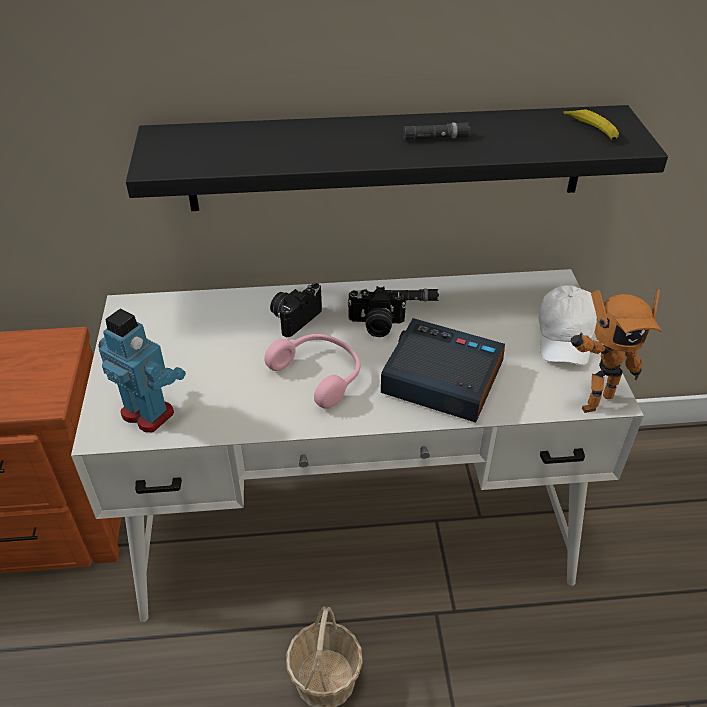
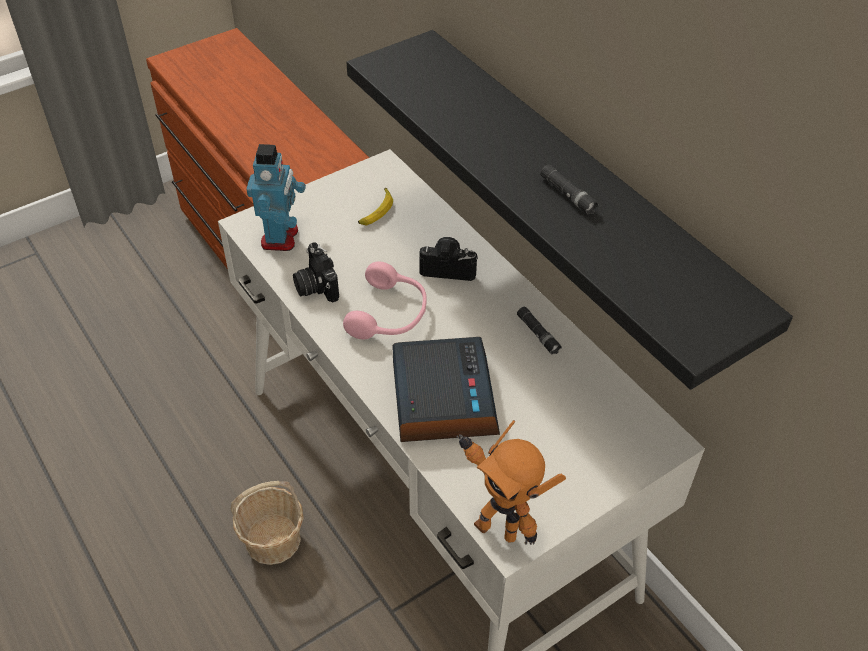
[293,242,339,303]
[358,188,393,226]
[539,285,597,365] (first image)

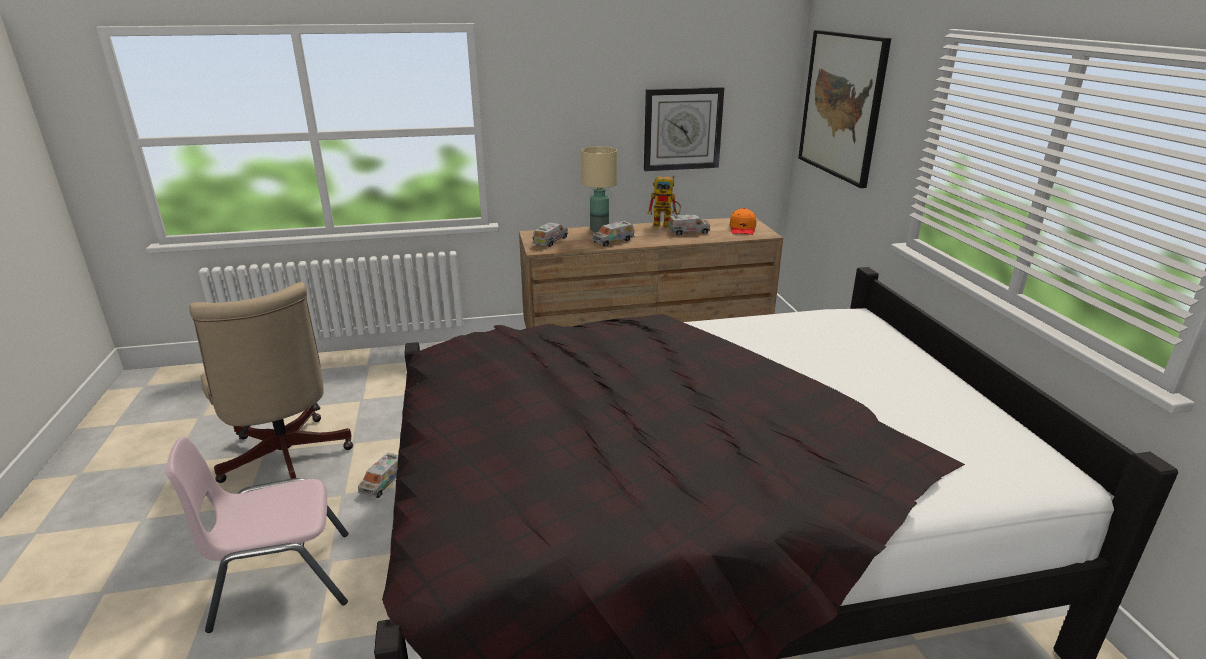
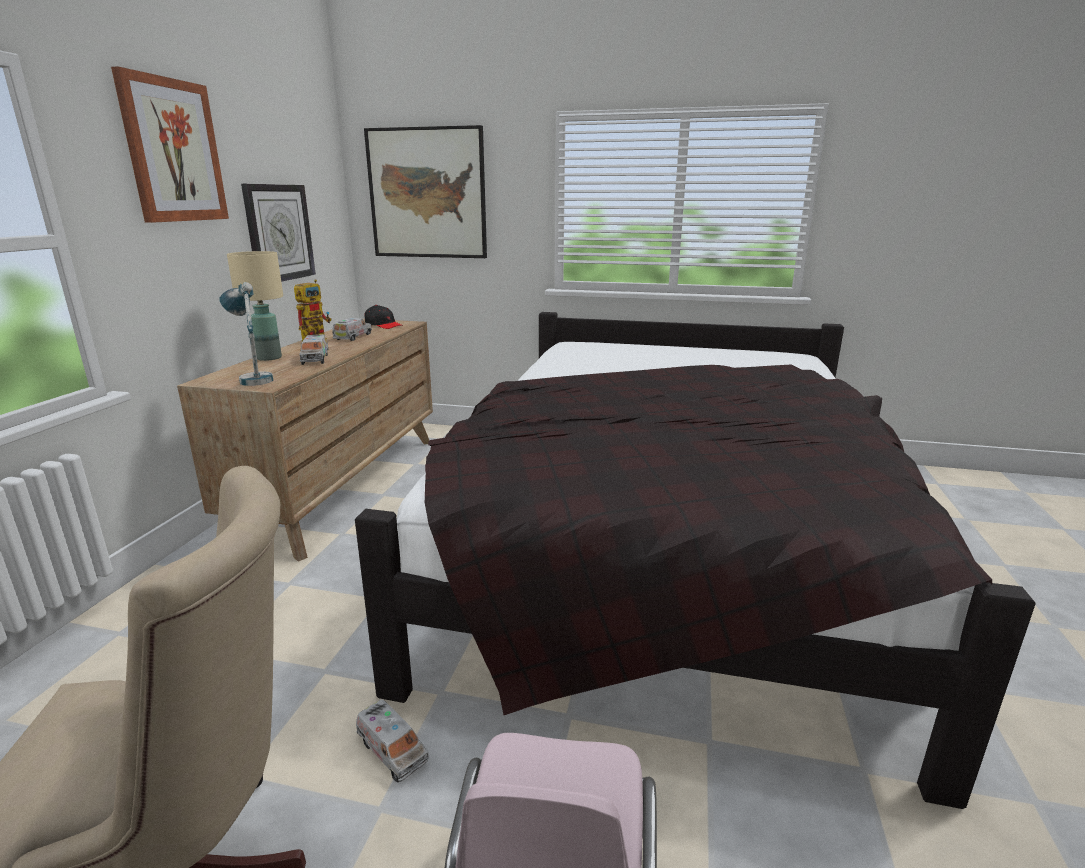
[111,66,229,223]
[219,282,273,386]
[365,305,403,329]

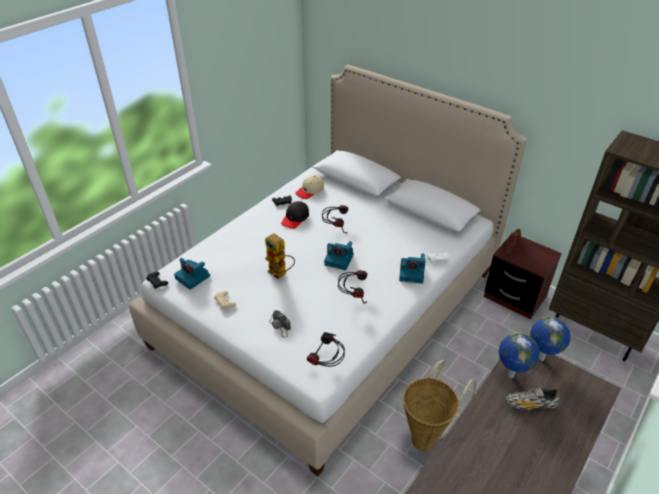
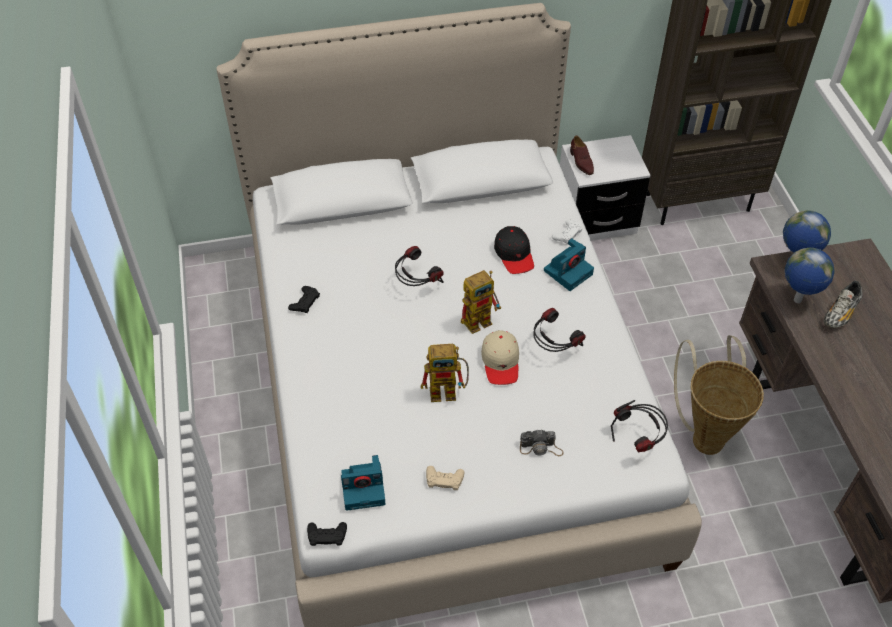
[461,270,502,334]
[481,330,519,385]
[494,226,534,274]
[560,135,650,241]

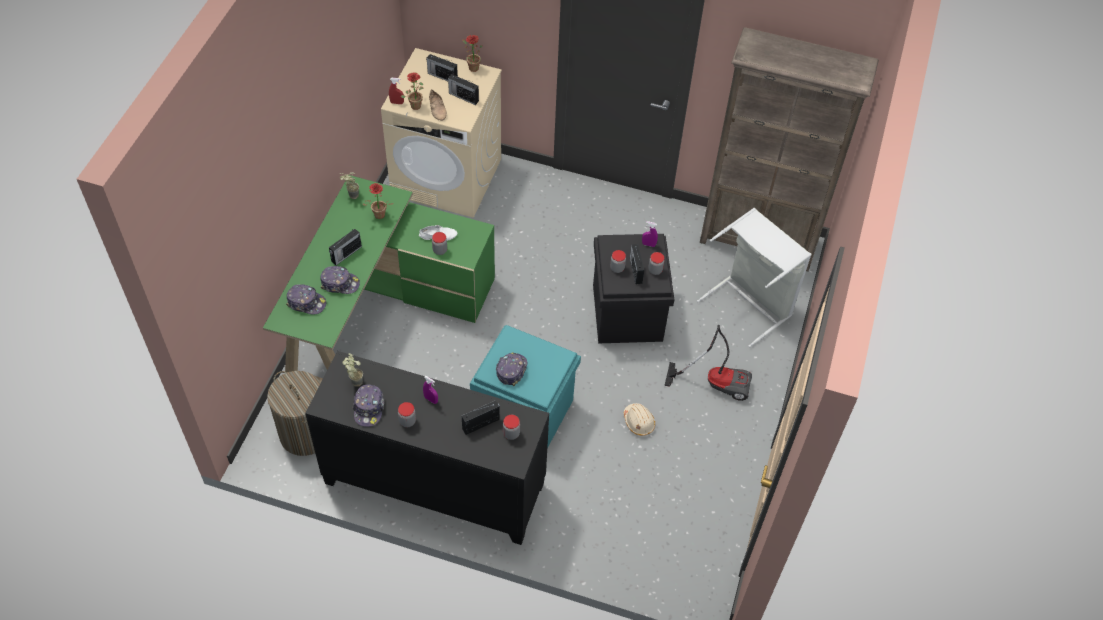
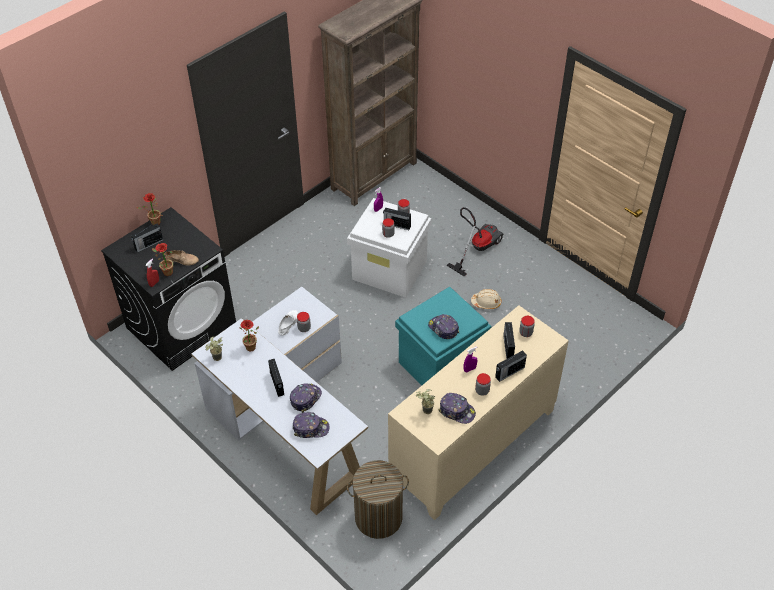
[101,207,236,371]
[191,287,368,515]
[293,412,329,438]
[347,198,432,298]
[388,305,569,520]
[495,350,527,382]
[697,208,812,348] (first image)

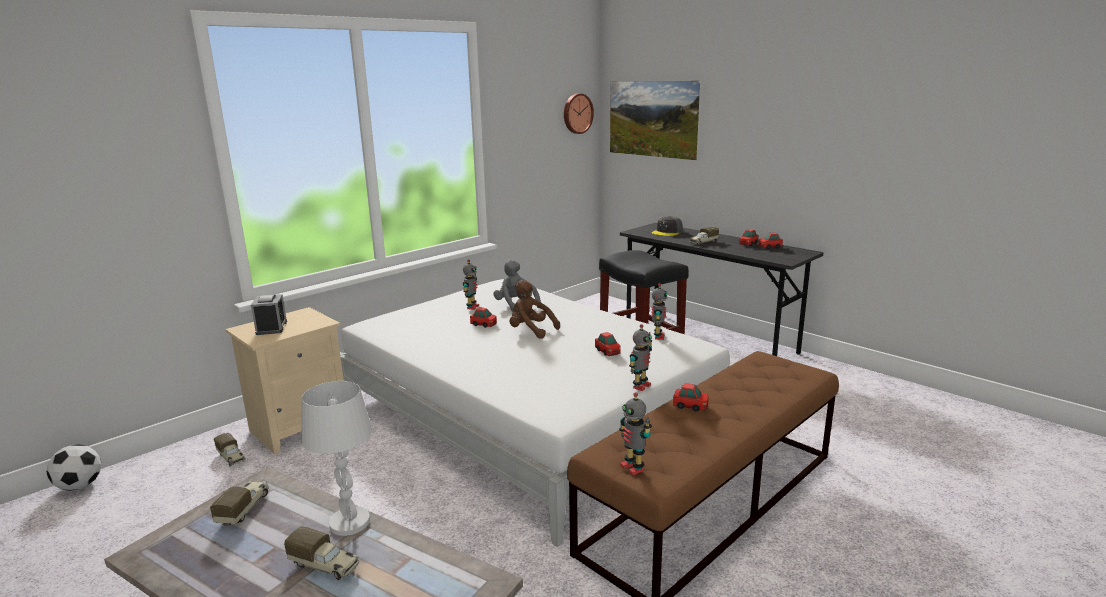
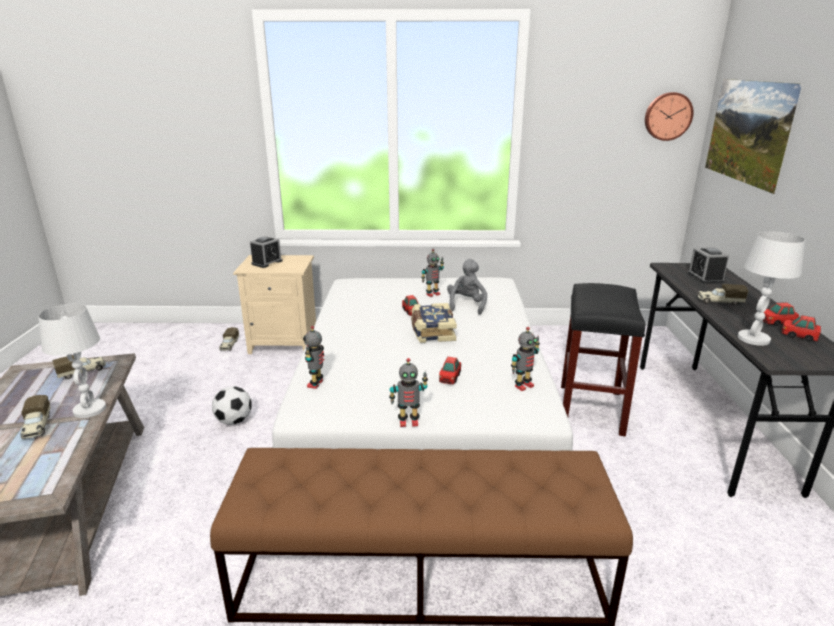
[212,386,252,425]
[303,326,325,389]
[411,303,457,343]
[688,248,729,284]
[738,231,805,346]
[673,383,709,411] (first image)

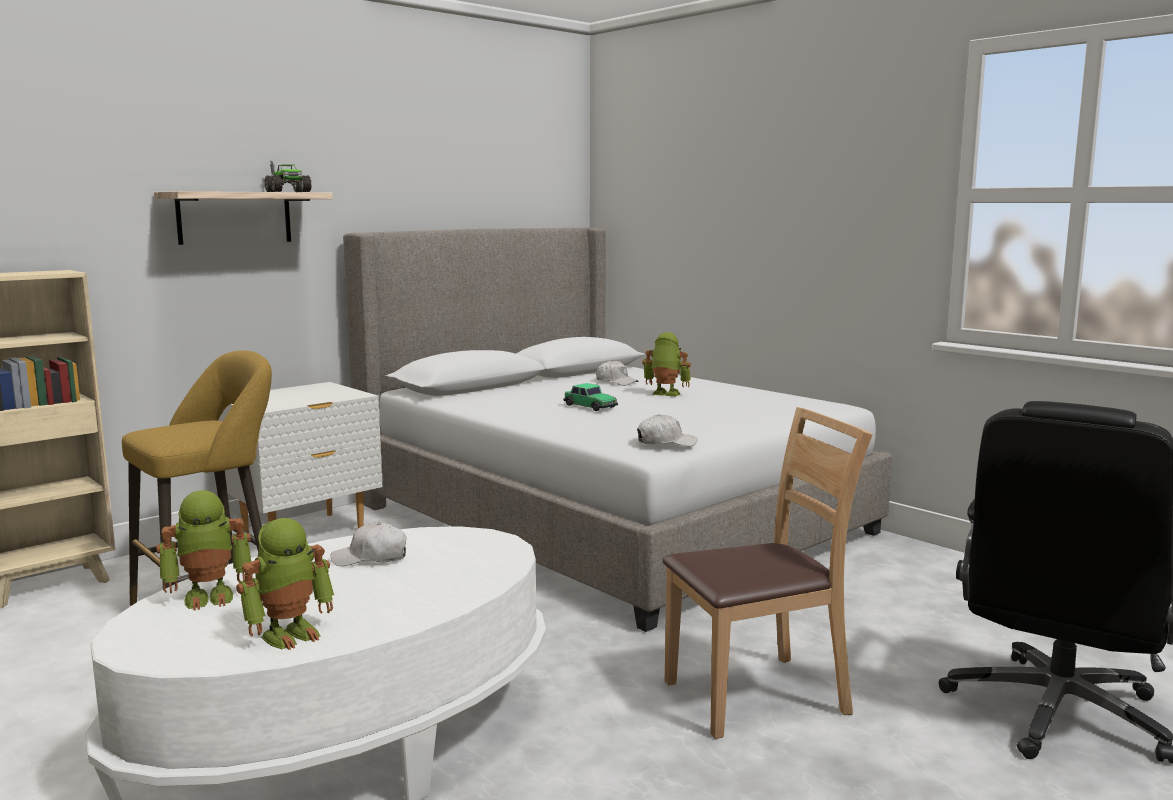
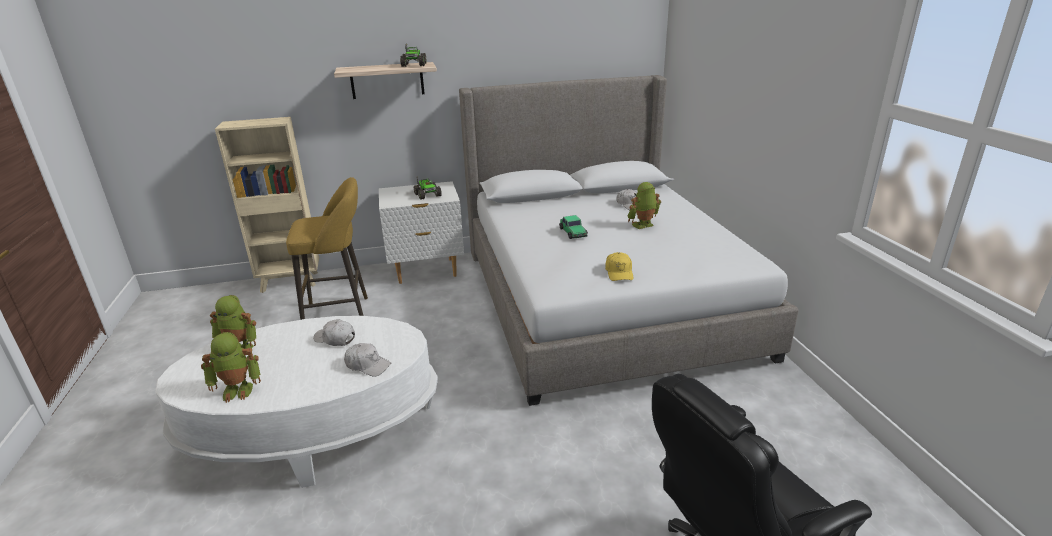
[344,343,392,377]
[414,176,442,200]
[605,252,633,281]
[628,182,661,229]
[662,407,873,739] (first image)

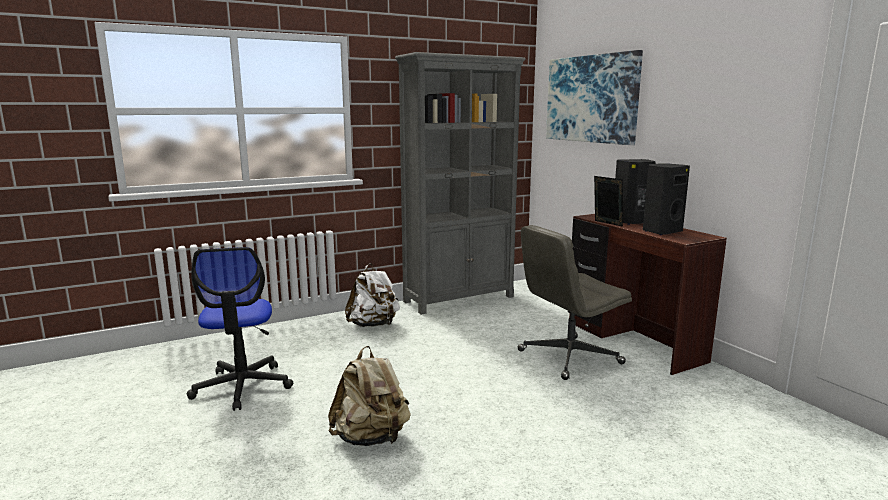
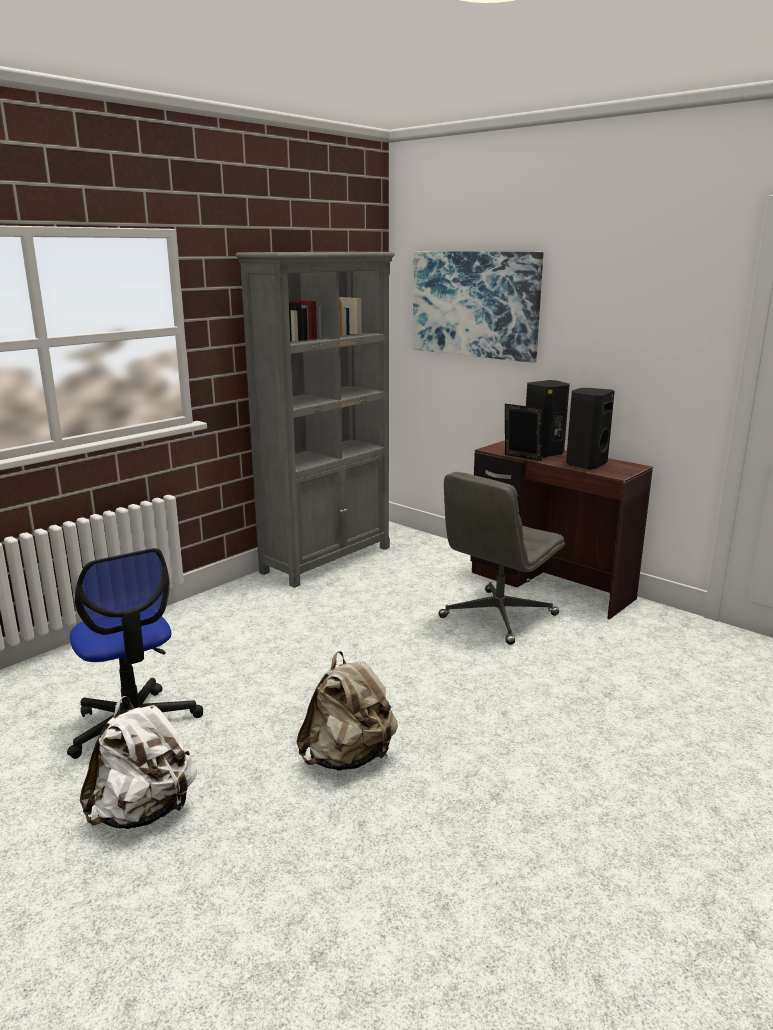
[80,696,197,829]

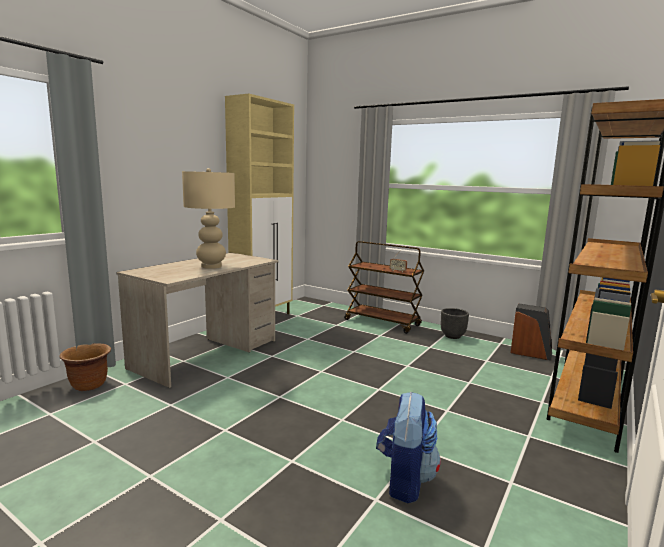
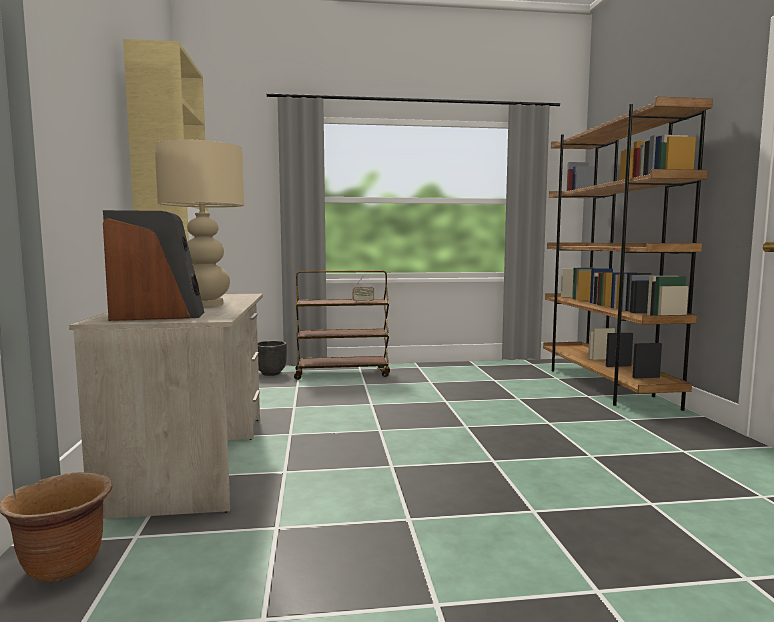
[103,210,205,321]
[258,341,287,376]
[376,391,441,503] (first image)

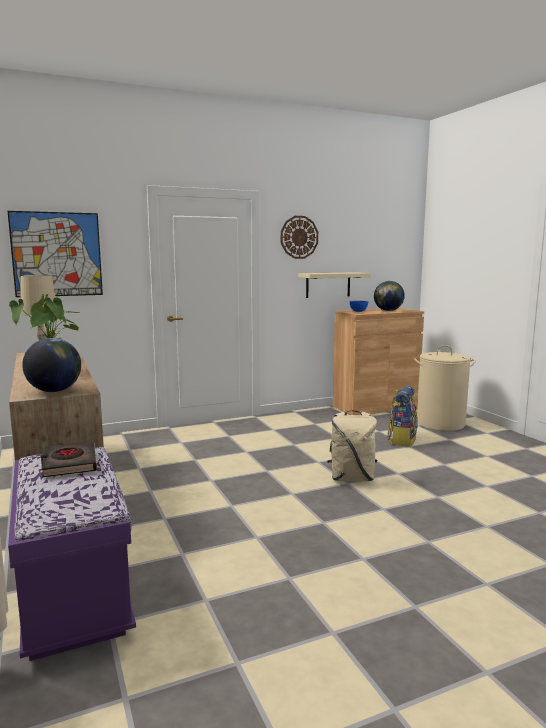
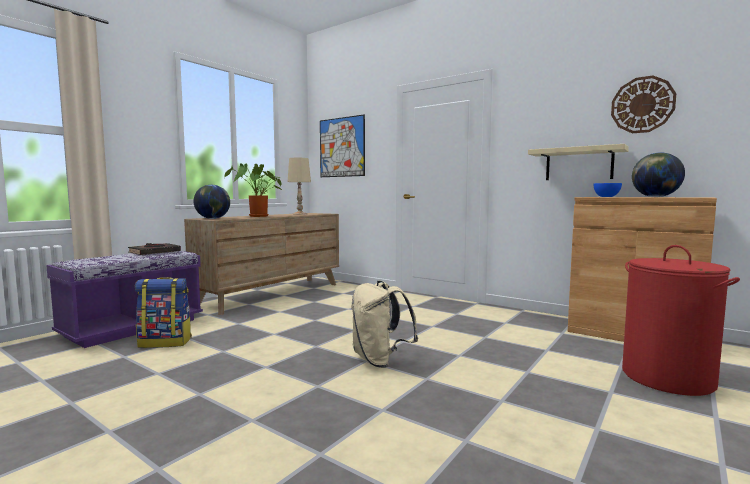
[135,277,192,348]
[611,75,676,133]
[622,245,740,396]

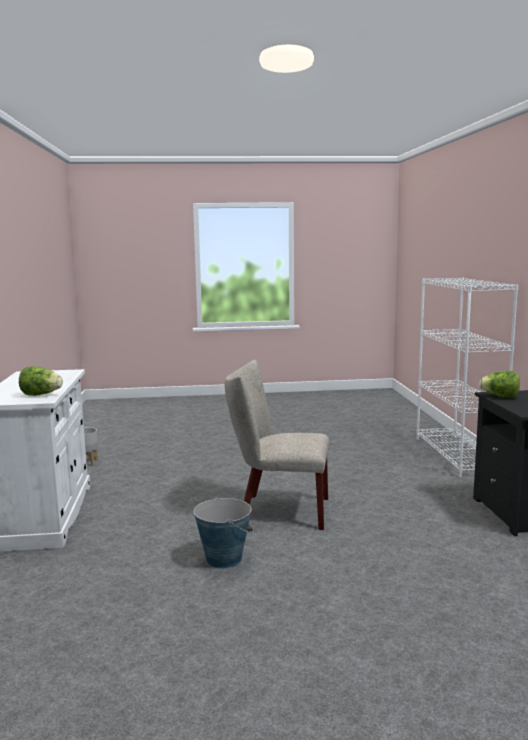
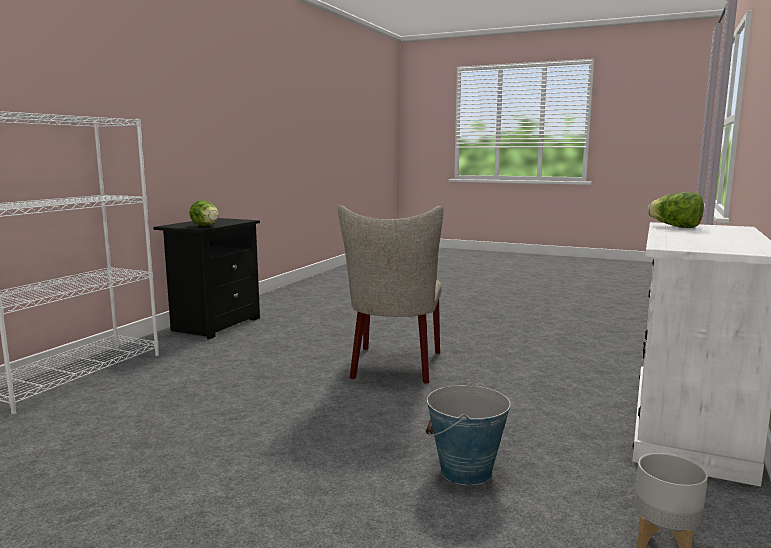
[338,205,443,384]
[426,382,511,486]

